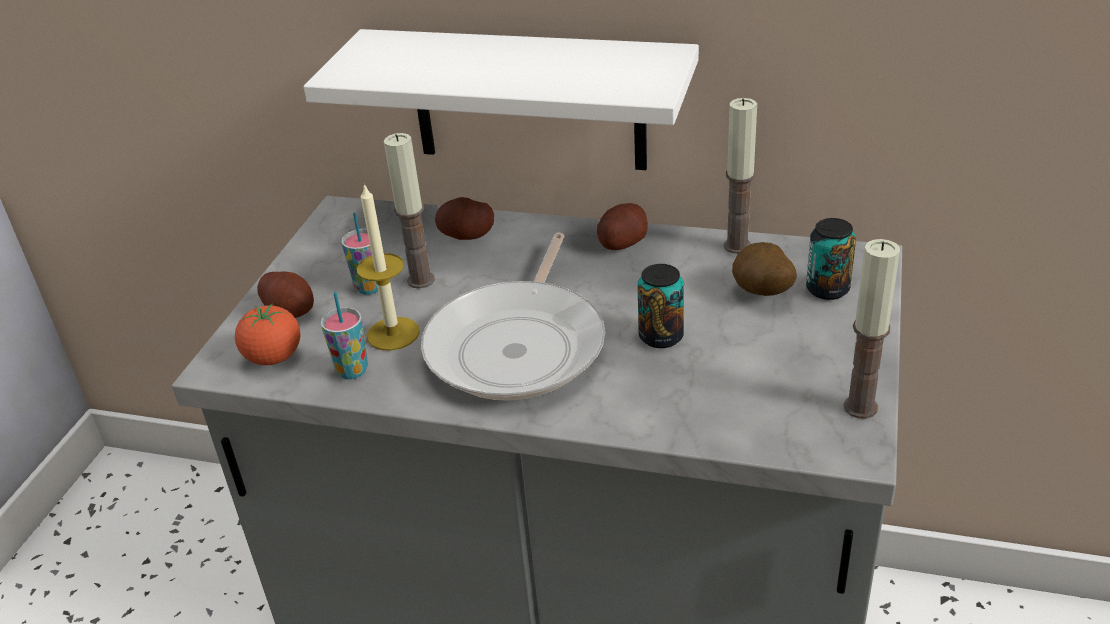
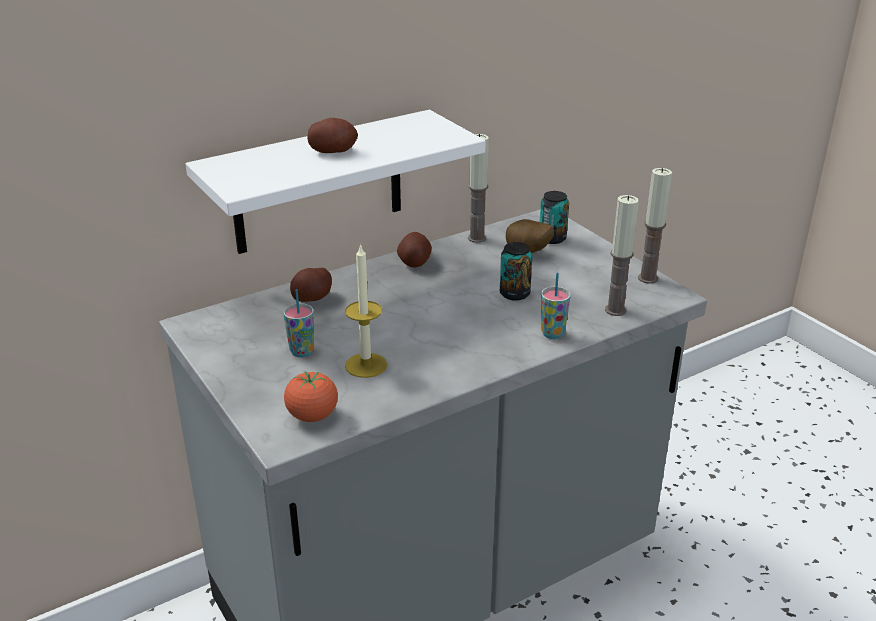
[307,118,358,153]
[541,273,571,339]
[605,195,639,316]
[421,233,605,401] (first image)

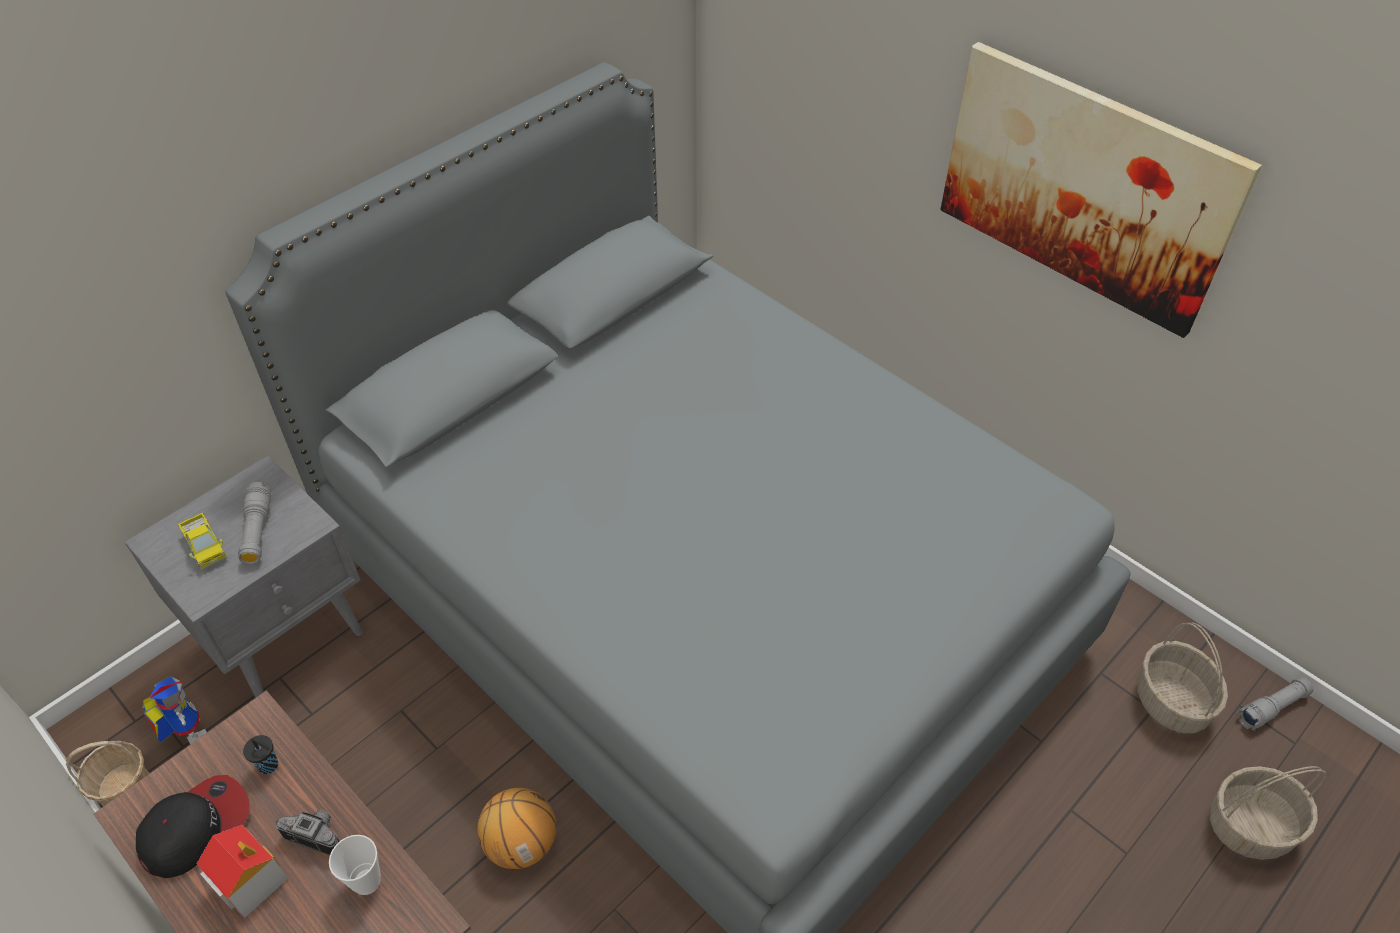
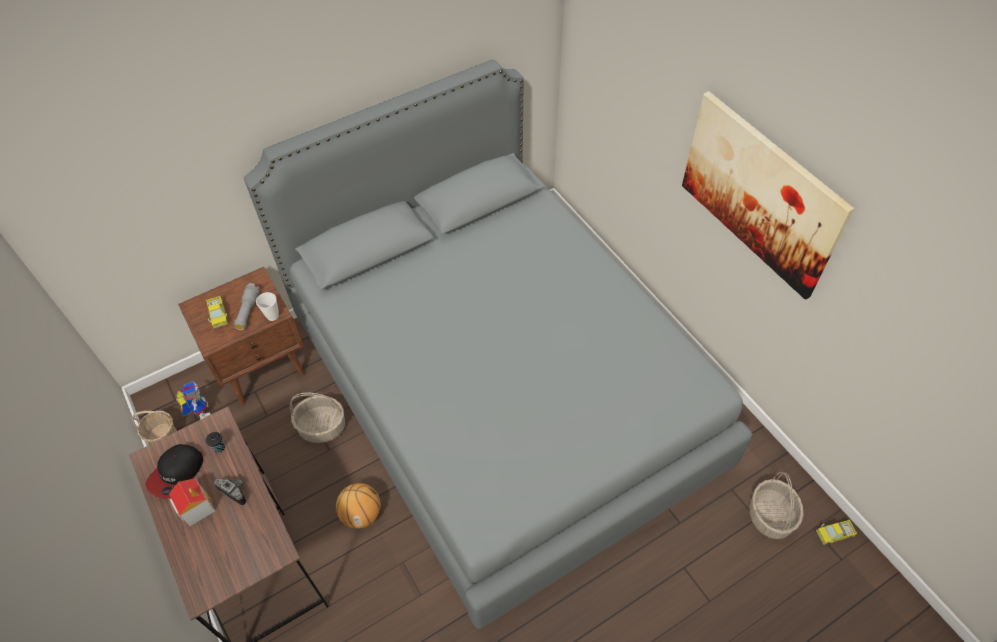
[145,444,203,499]
[178,267,305,405]
[256,292,279,321]
[290,393,345,443]
[816,520,857,545]

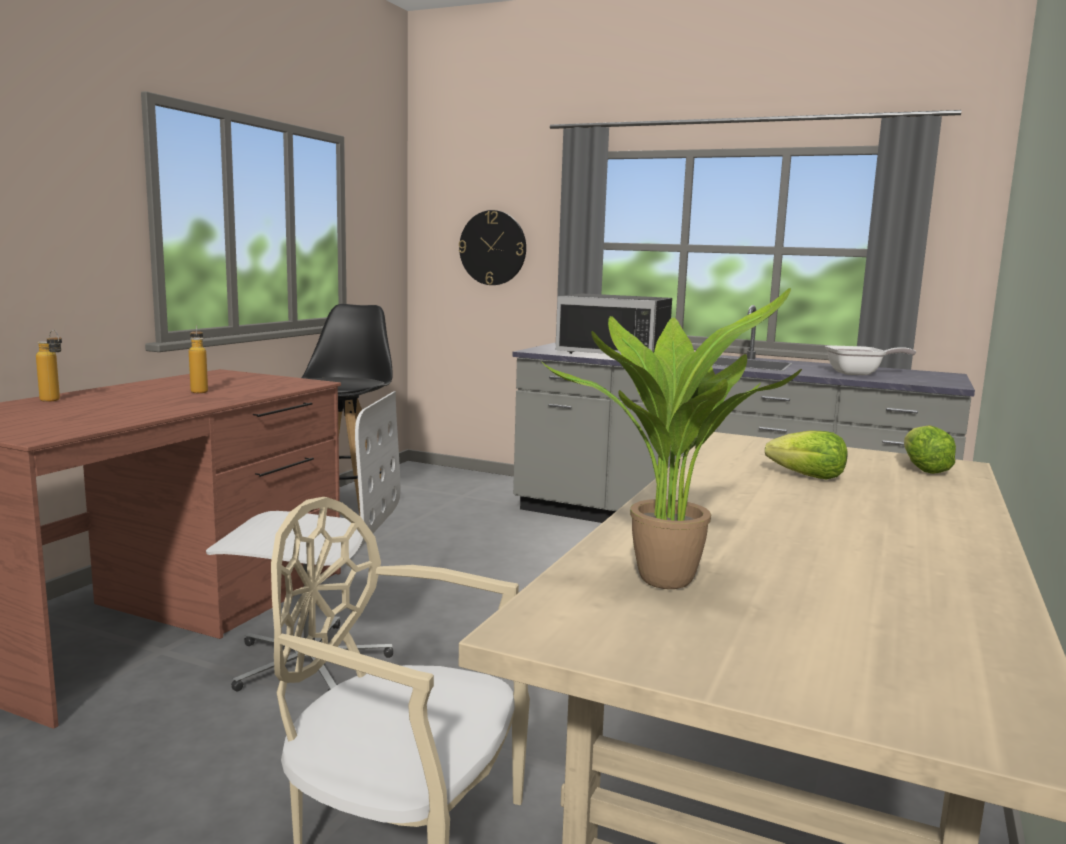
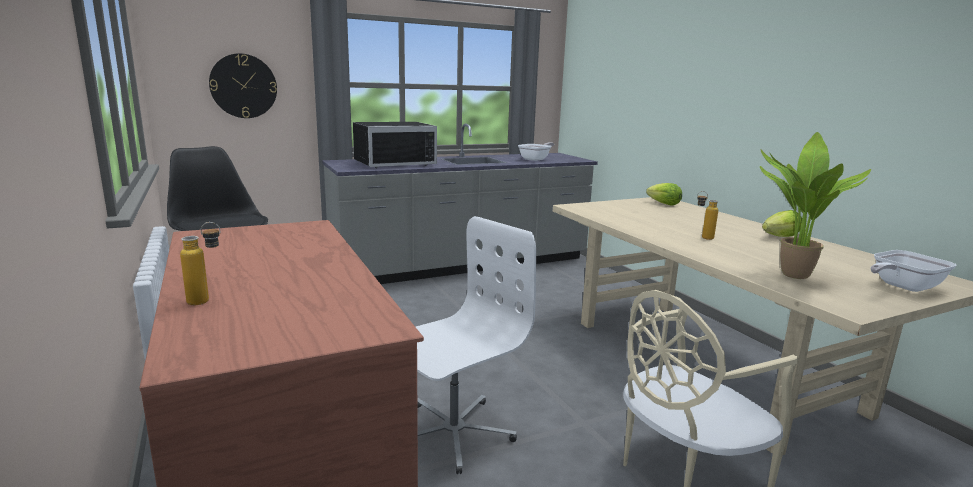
[697,191,718,240]
[762,210,802,237]
[871,250,957,292]

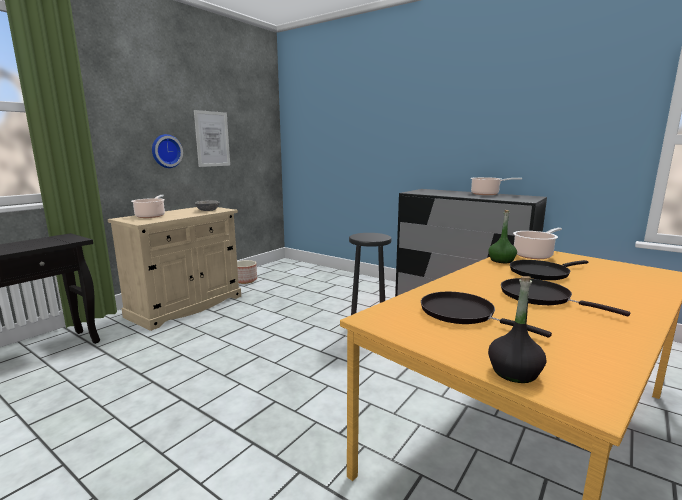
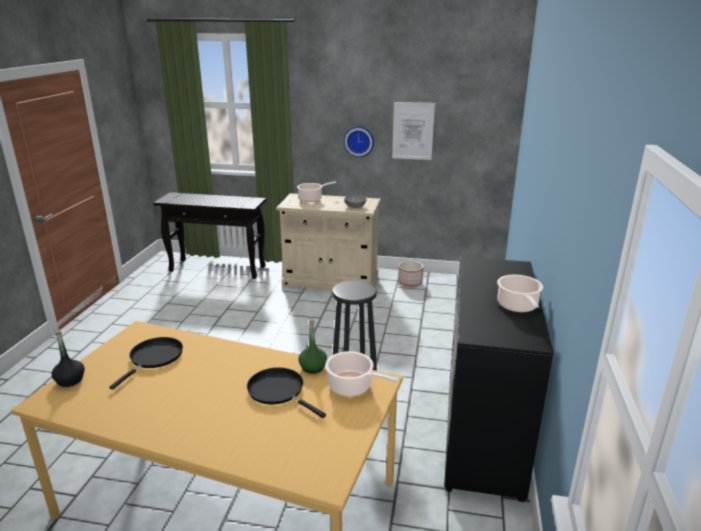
[501,278,630,316] (first image)

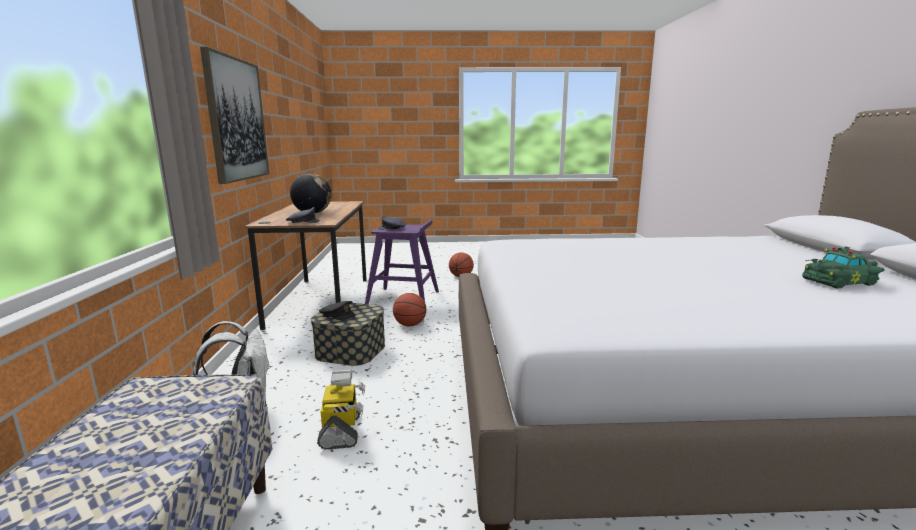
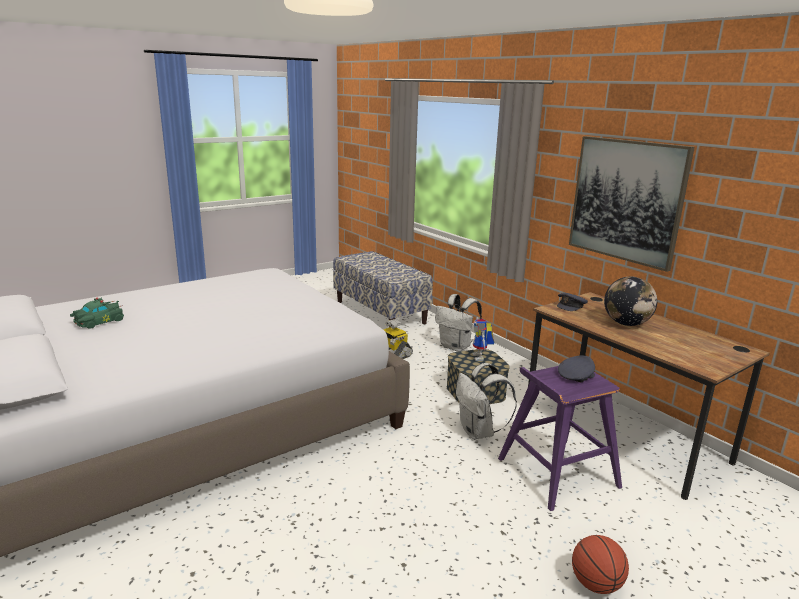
[456,363,517,440]
[472,317,494,361]

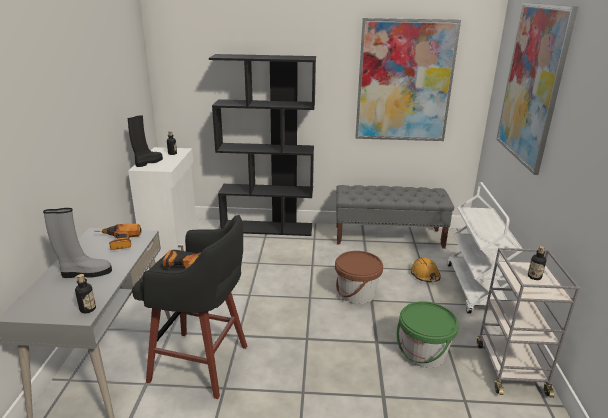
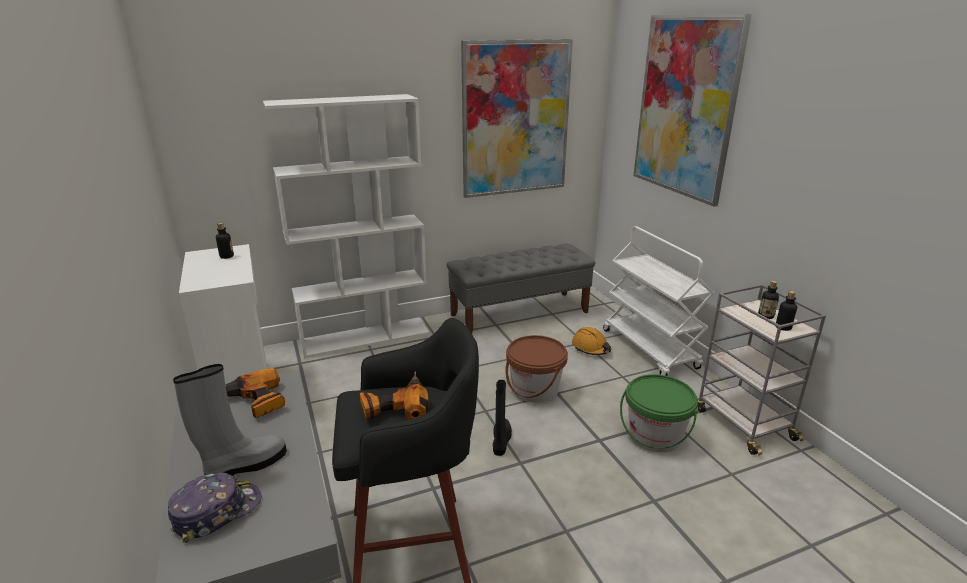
[168,472,262,543]
[263,94,429,358]
[493,380,512,456]
[776,291,797,331]

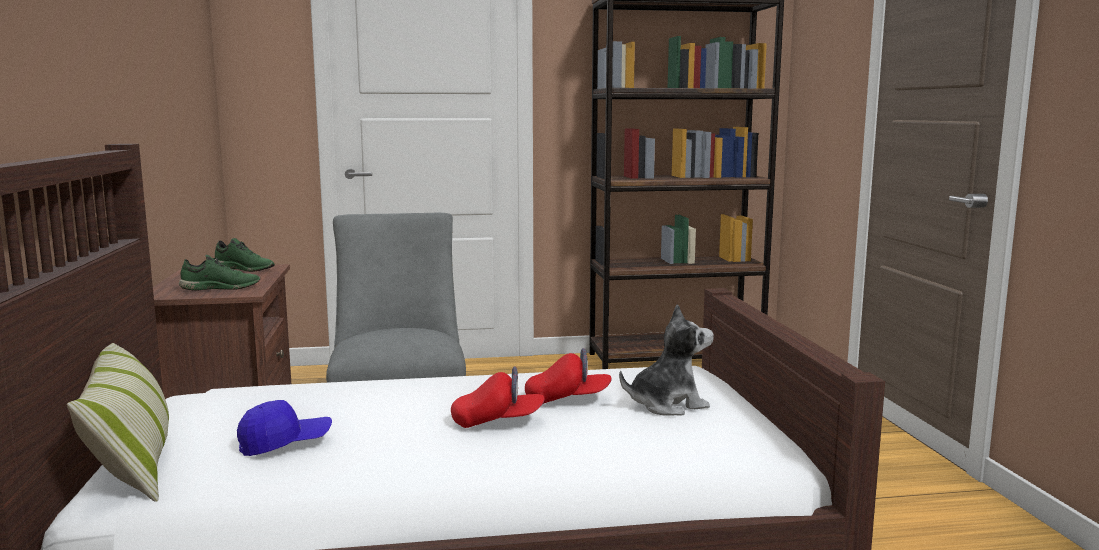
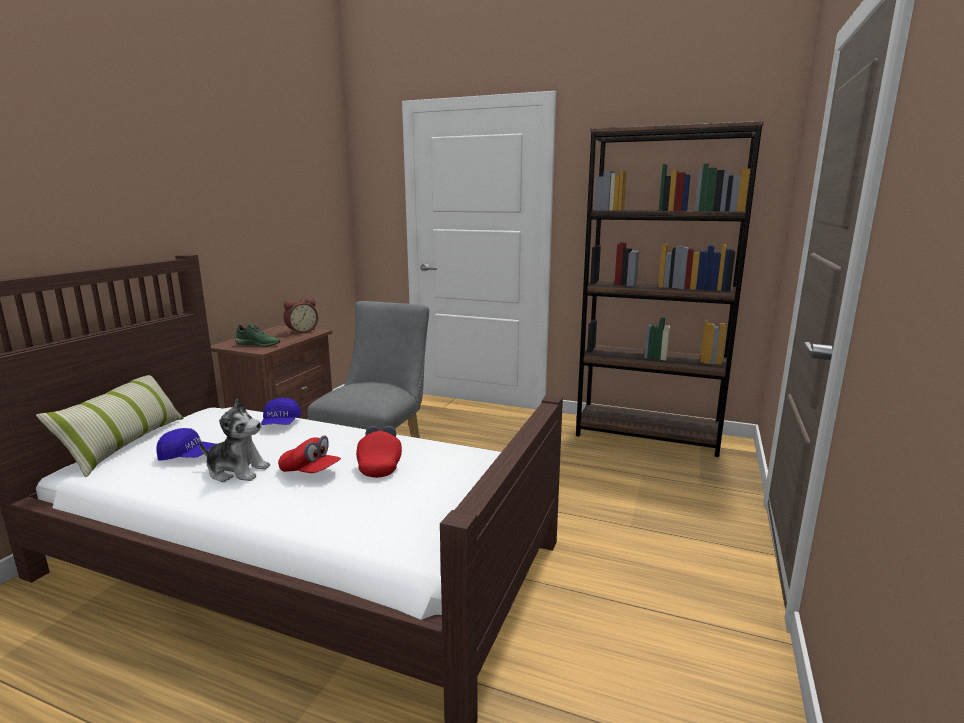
[198,399,270,482]
[261,398,302,425]
[283,298,318,334]
[356,426,402,478]

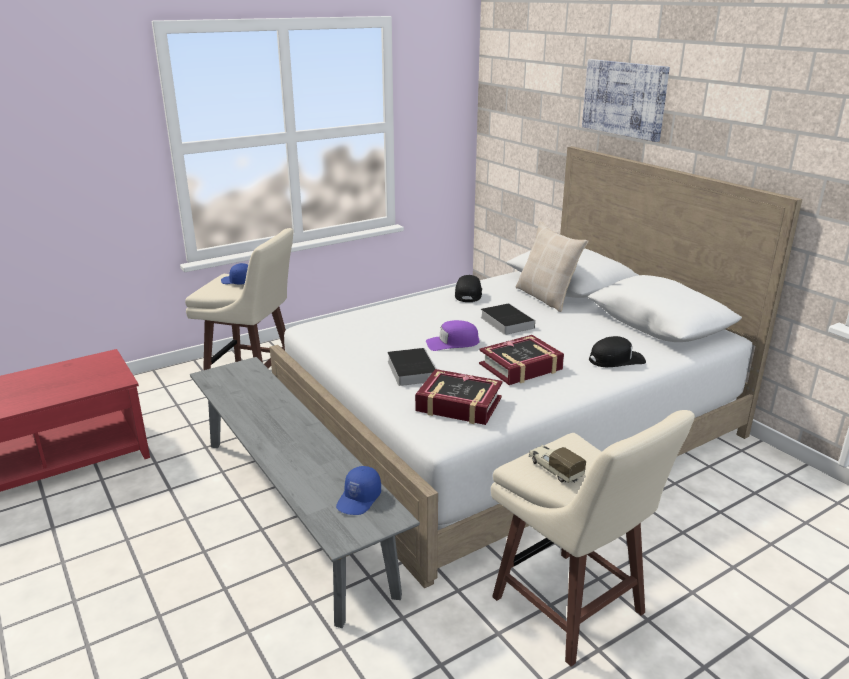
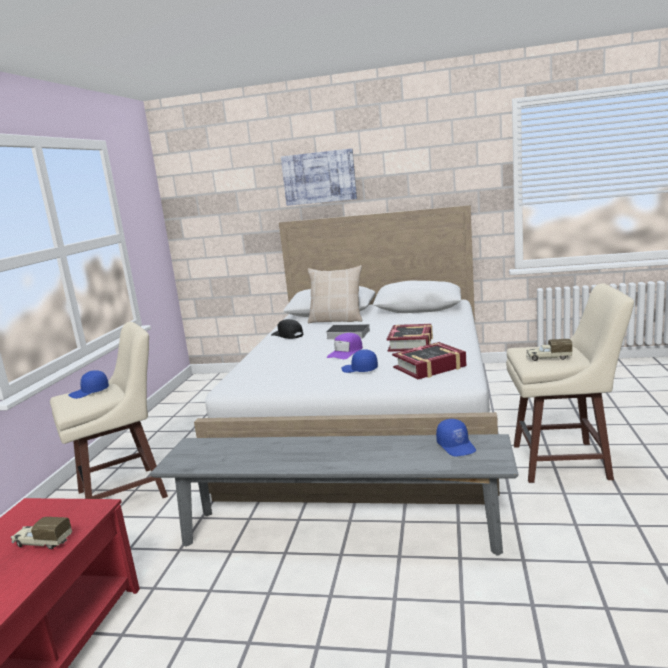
[11,517,72,549]
[341,349,378,373]
[589,336,646,367] (first image)

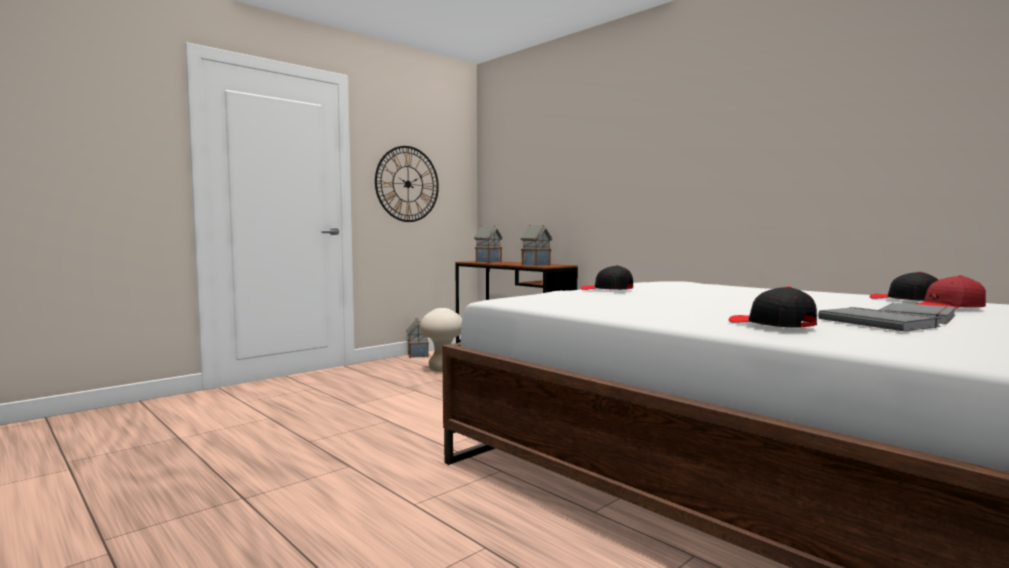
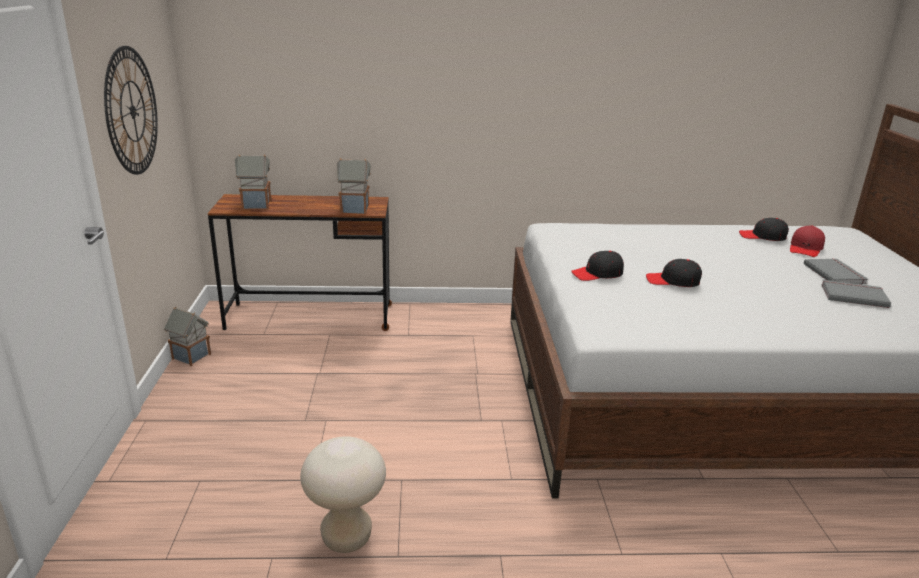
[300,436,386,553]
[646,259,702,287]

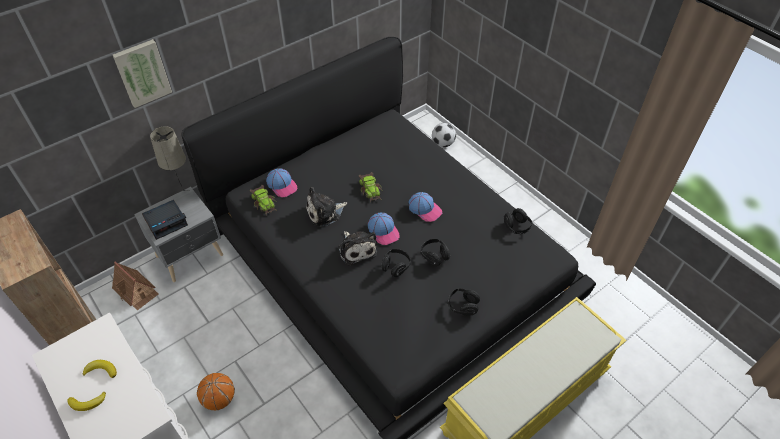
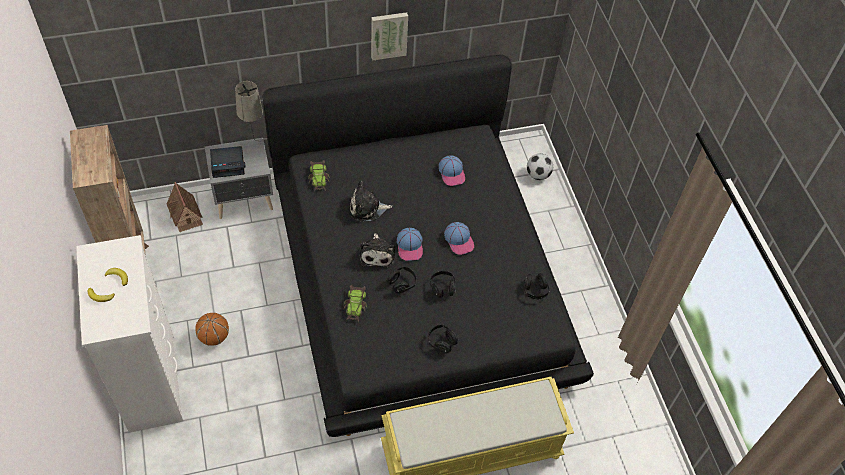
[343,285,367,323]
[371,12,408,61]
[439,156,465,186]

